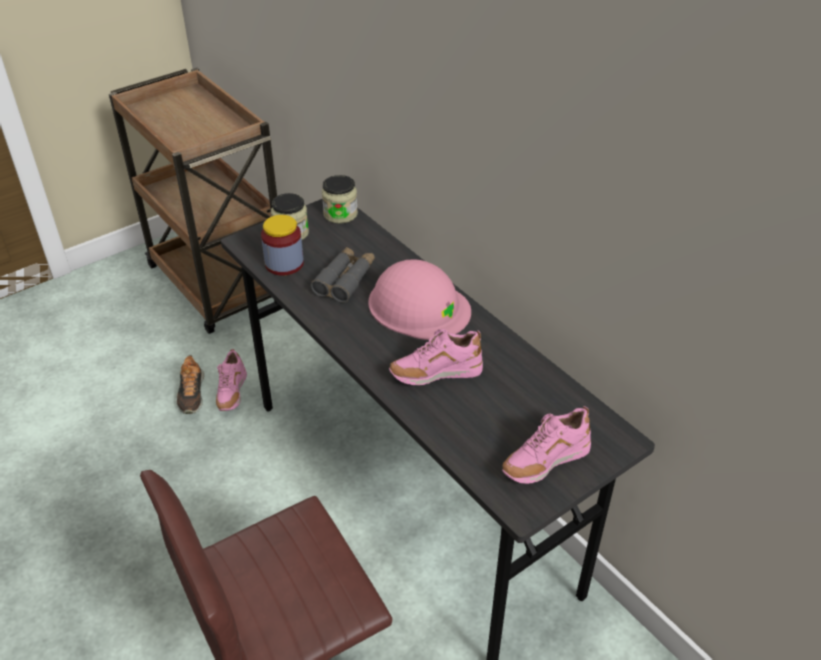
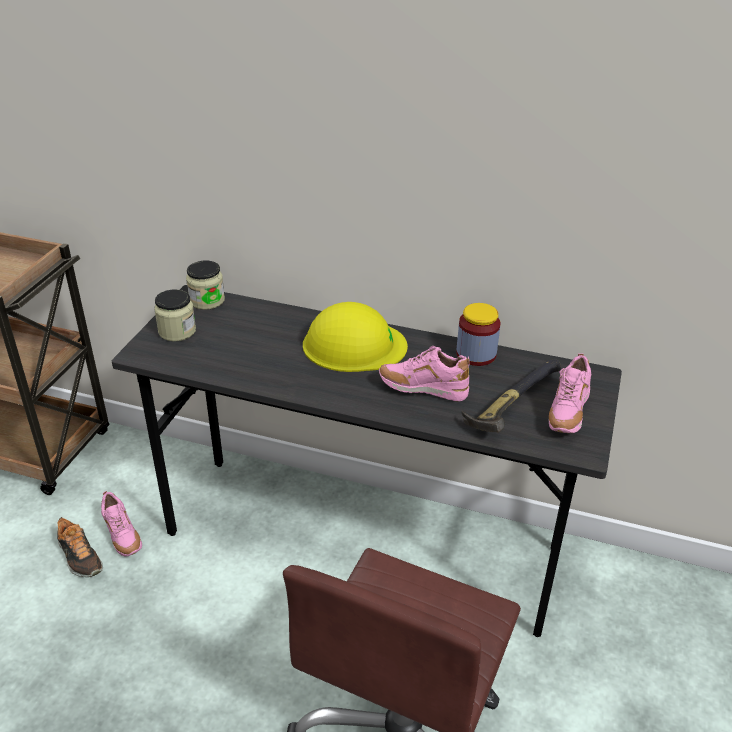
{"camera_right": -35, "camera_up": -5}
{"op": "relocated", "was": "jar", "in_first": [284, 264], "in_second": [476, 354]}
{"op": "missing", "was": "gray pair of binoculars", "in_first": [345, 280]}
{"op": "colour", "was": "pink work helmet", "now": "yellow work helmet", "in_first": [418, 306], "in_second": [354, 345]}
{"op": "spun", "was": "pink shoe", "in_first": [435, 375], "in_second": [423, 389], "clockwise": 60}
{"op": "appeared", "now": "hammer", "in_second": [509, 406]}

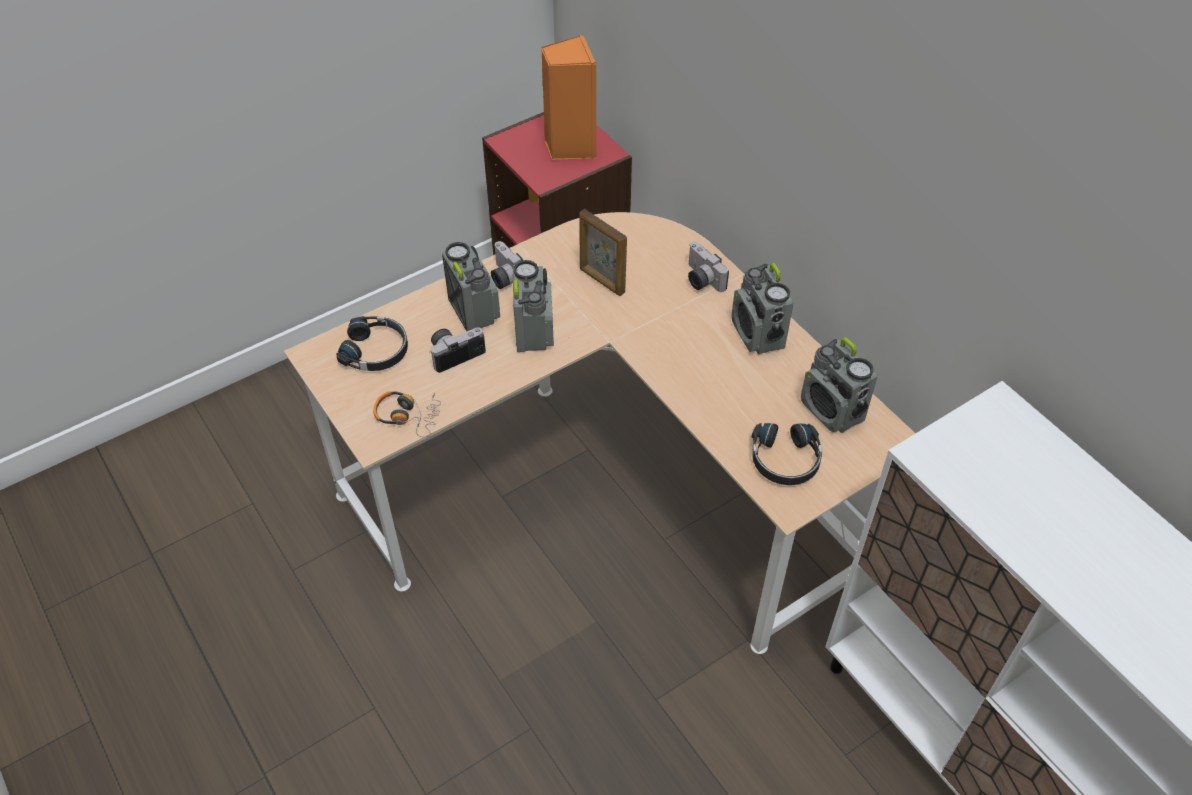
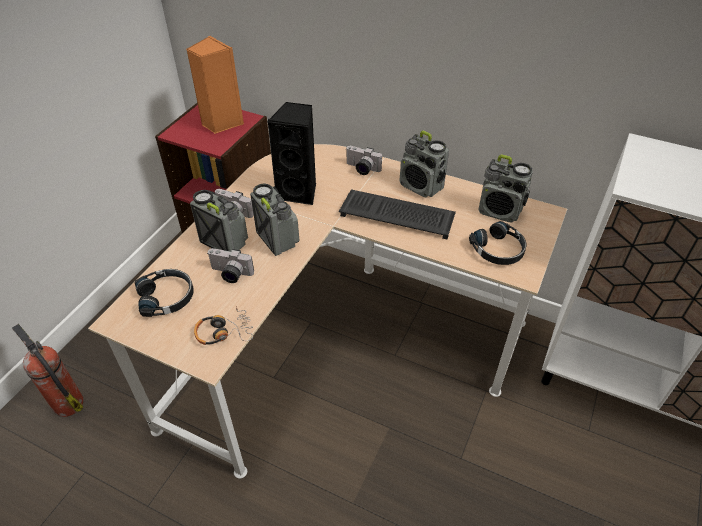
{"camera_right": -30, "camera_up": -5}
{"op": "spun", "was": "photo camera", "in_first": [455, 353], "in_second": [230, 274], "clockwise": -105}
{"op": "exchanged", "was": "standing frame", "now": "blackish loudspeaker", "in_first": [601, 281], "in_second": [299, 192]}
{"op": "appeared", "now": "fire-fighting cylinder", "in_second": [67, 403]}
{"op": "appeared", "now": "PC keyboard", "in_second": [398, 214]}

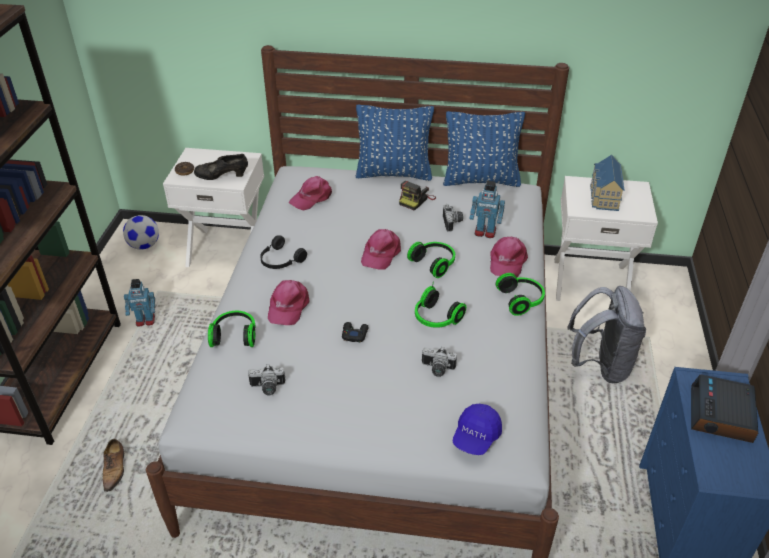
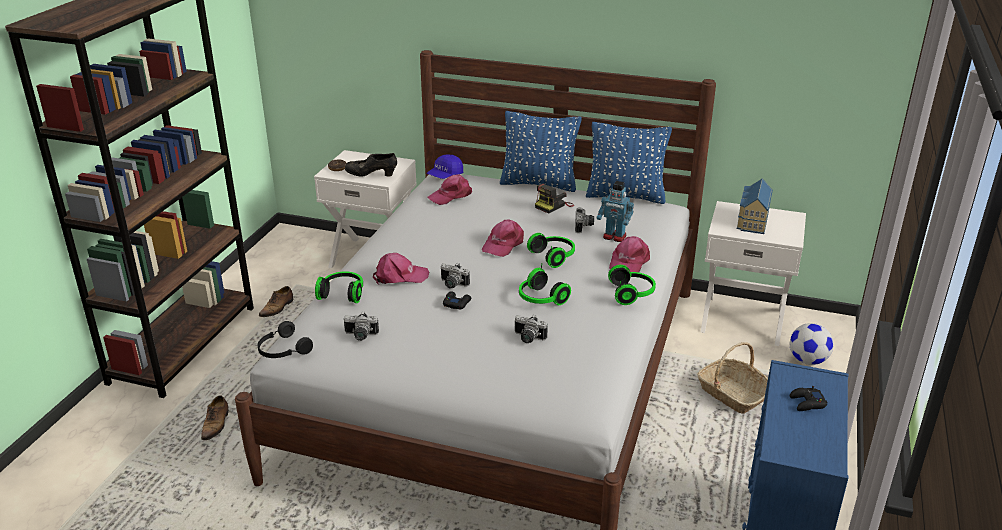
{"camera_right": 10, "camera_up": -10}
{"op": "relocated", "was": "football ball", "in_first": [144, 245], "in_second": [807, 360]}
{"op": "exchanged", "was": "toy robot", "now": "shoe", "in_first": [145, 321], "in_second": [277, 308]}
{"op": "relocated", "was": "blackish headset", "in_first": [280, 260], "in_second": [282, 350]}
{"op": "spun", "was": "pink peaked cap", "in_first": [288, 306], "in_second": [400, 276], "clockwise": -120}
{"op": "relocated", "was": "blue peaked cap", "in_first": [476, 437], "in_second": [445, 176]}
{"op": "exchanged", "was": "gray backpack", "now": "basket", "in_first": [600, 365], "in_second": [732, 394]}
{"op": "exchanged", "was": "bedside clock", "now": "blackish gamepad", "in_first": [722, 415], "in_second": [807, 403]}
{"op": "appeared", "now": "photo camera", "in_second": [452, 284]}

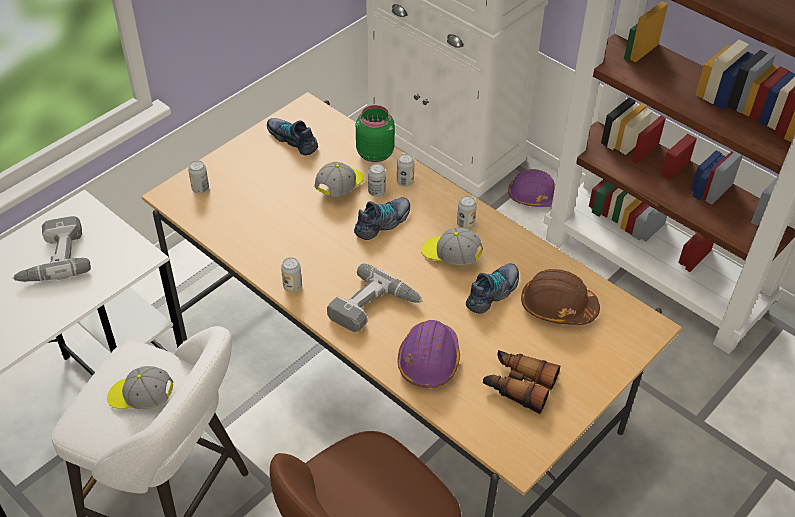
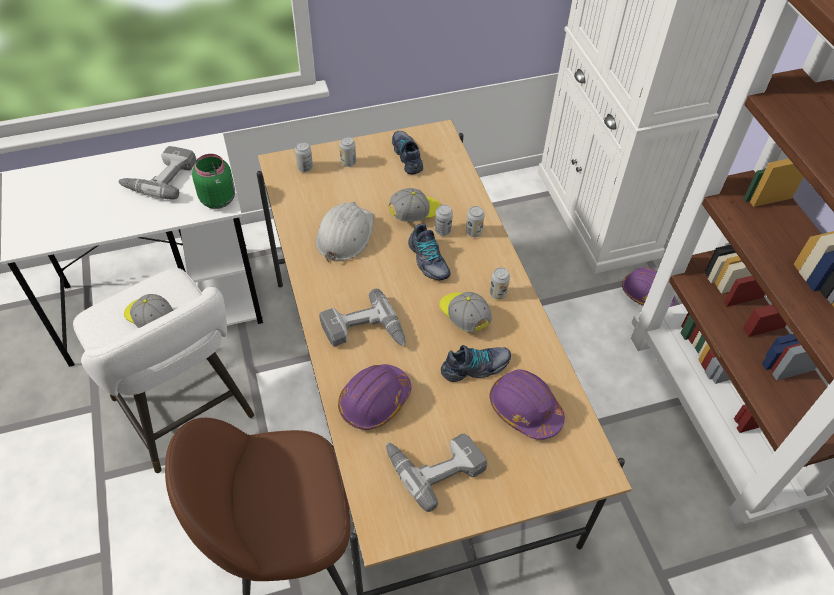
{"camera_right": 30, "camera_up": 5}
{"op": "relocated", "was": "metal can", "in_first": [292, 286], "in_second": [348, 162]}
{"op": "spun", "was": "shoe", "in_first": [383, 223], "in_second": [428, 260], "clockwise": 75}
{"op": "relocated", "was": "greenish jar", "in_first": [374, 153], "in_second": [218, 198]}
{"op": "exchanged", "was": "pair of binoculars", "now": "drill", "in_first": [518, 385], "in_second": [434, 464]}
{"op": "colour", "was": "brown-coloured work helmet", "now": "purple work helmet", "in_first": [557, 307], "in_second": [524, 409]}
{"op": "appeared", "now": "white-coloured work helmet", "in_second": [344, 235]}

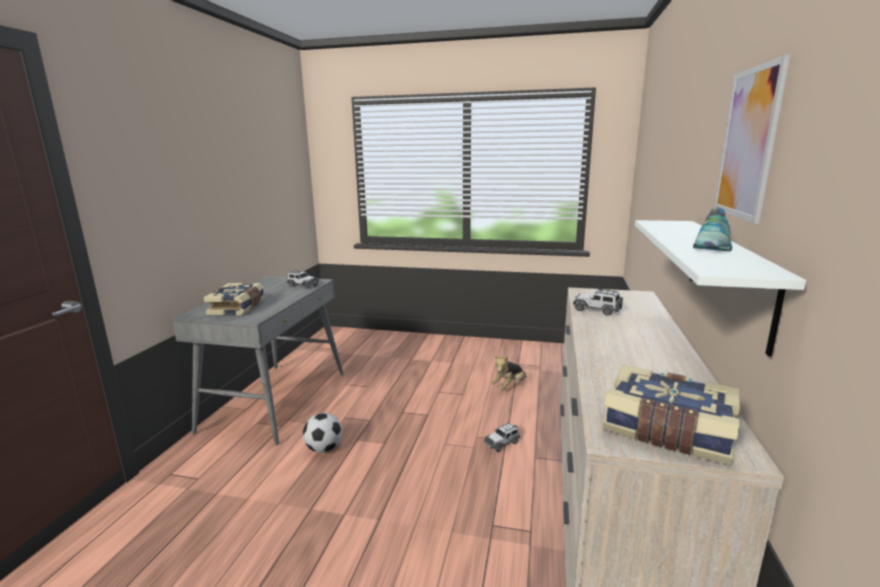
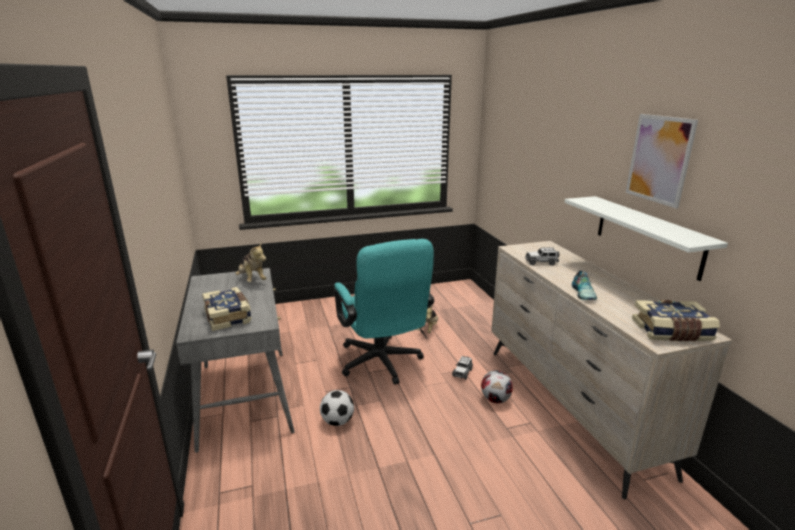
{"camera_right": -30, "camera_up": 5}
{"op": "exchanged", "was": "toy car", "now": "plush toy", "in_first": [302, 285], "in_second": [251, 280]}
{"op": "relocated", "was": "shoe", "in_first": [714, 246], "in_second": [584, 293]}
{"op": "appeared", "now": "turquoise-coloured computer chair", "in_second": [382, 364]}
{"op": "appeared", "now": "football ball", "in_second": [496, 399]}

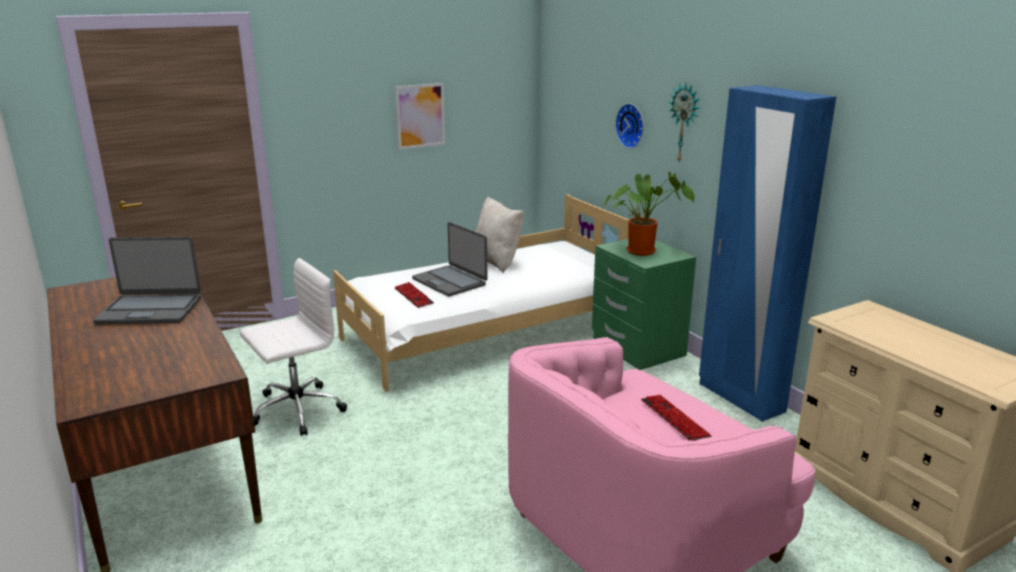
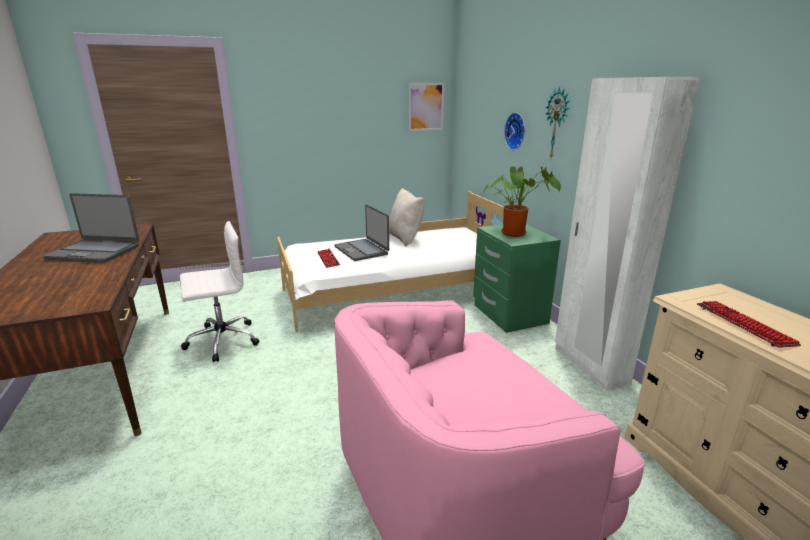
{"camera_right": 10, "camera_up": 0}
{"op": "relocated", "was": "wall art", "in_first": [420, 116], "in_second": [426, 107]}
{"op": "relocated", "was": "PC keyboard", "in_first": [674, 419], "in_second": [743, 325]}
{"op": "colour", "was": "blue armoire", "now": "white-coloured armoire", "in_first": [740, 398], "in_second": [590, 365]}

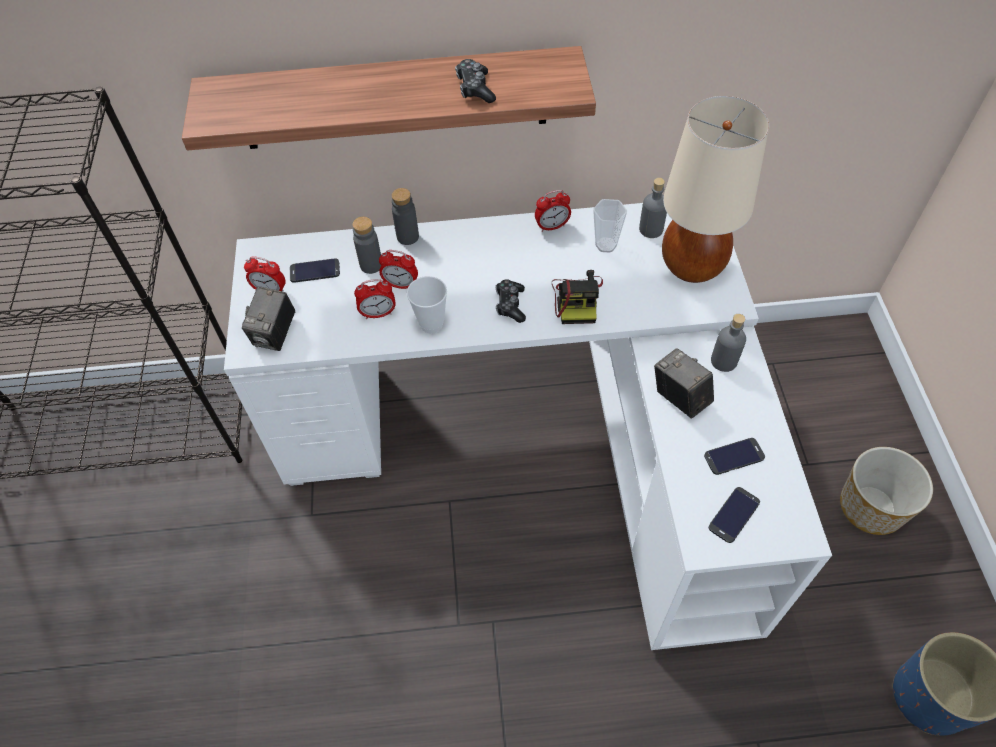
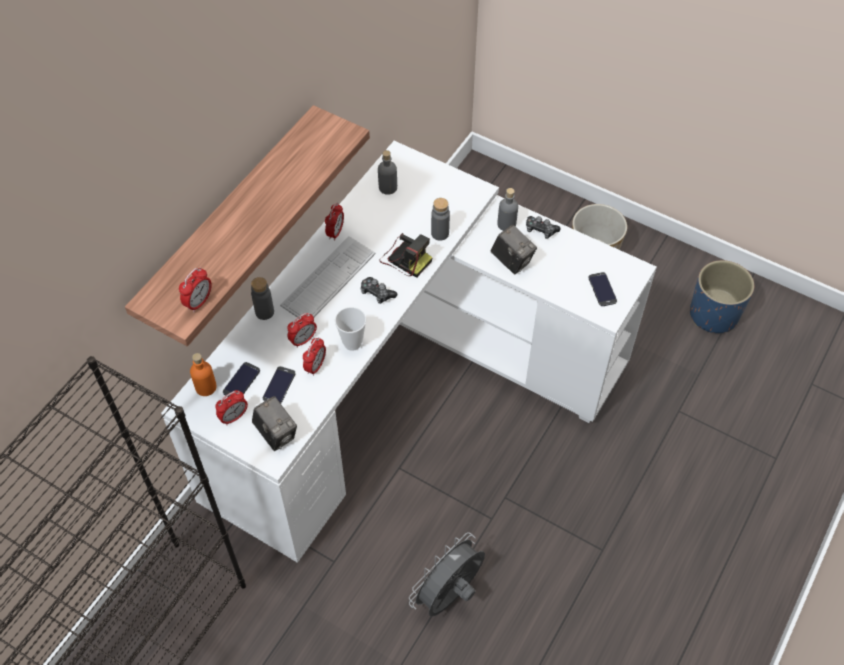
{"camera_right": -55, "camera_up": 0}
{"op": "relocated", "was": "gray beverage bottle", "in_first": [371, 265], "in_second": [440, 233]}
{"op": "relocated", "was": "gamepad", "in_first": [475, 88], "in_second": [540, 230]}
{"op": "missing", "was": "drinking cup", "in_first": [606, 245]}
{"op": "spun", "was": "photo camera", "in_first": [680, 398], "in_second": [512, 261], "clockwise": -135}
{"op": "missing", "was": "sand-coloured tabletop lamp", "in_first": [692, 266]}
{"op": "relocated", "was": "handset", "in_first": [734, 456], "in_second": [279, 386]}
{"op": "appeared", "now": "bedside clock", "in_second": [199, 302]}
{"op": "appeared", "now": "orange beverage bottle", "in_second": [206, 387]}
{"op": "appeared", "now": "PC keyboard", "in_second": [328, 280]}
{"op": "appeared", "now": "gray cooling fan", "in_second": [449, 595]}

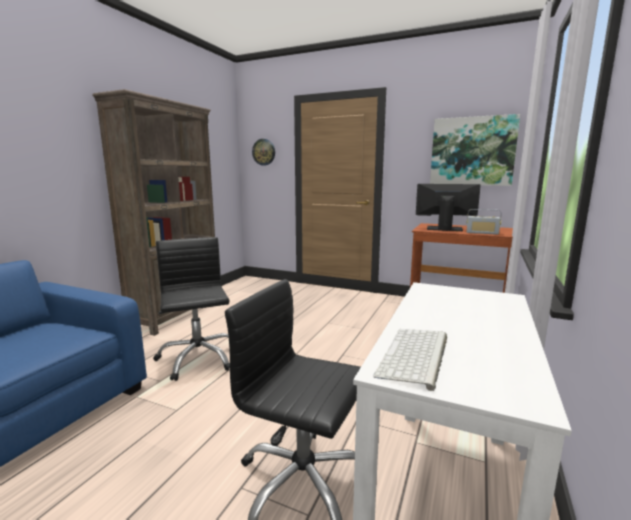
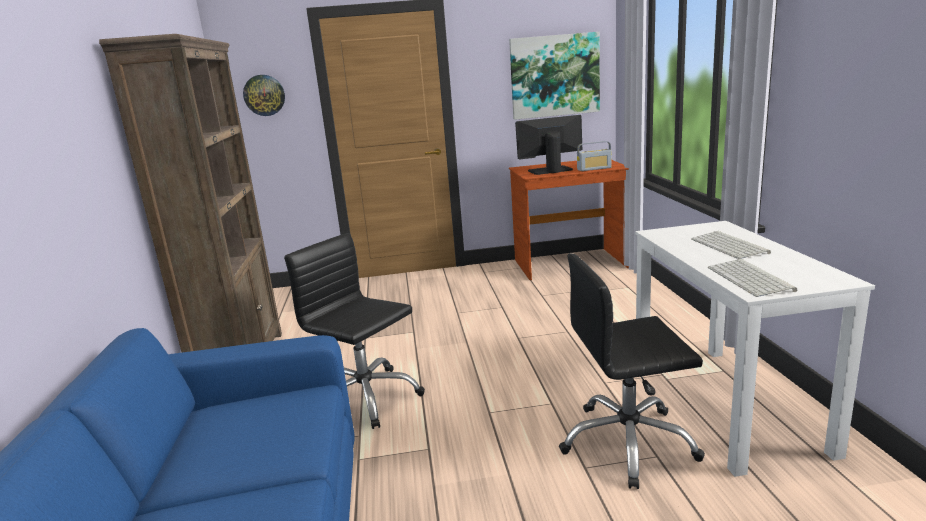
{"camera_right": -30, "camera_up": 5}
{"op": "appeared", "now": "PC keyboard", "in_second": [730, 246]}

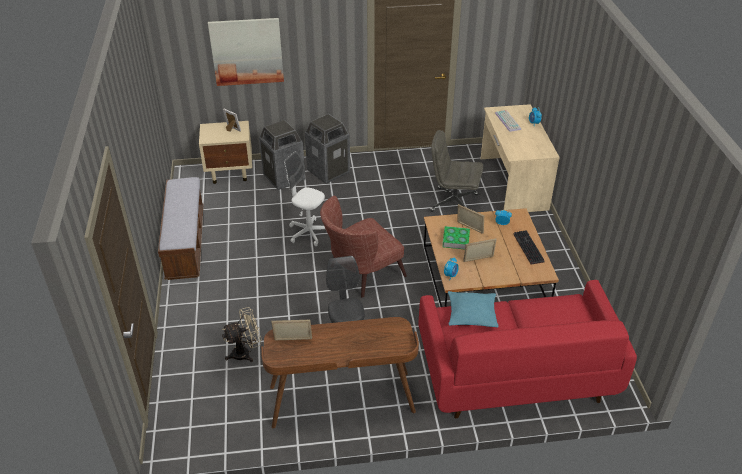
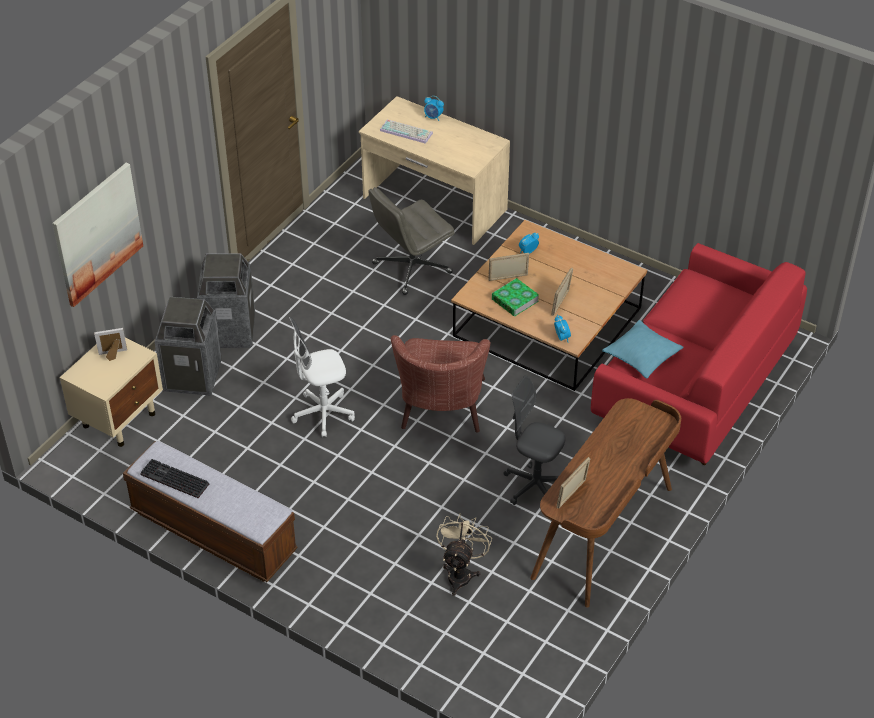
{"camera_right": -50, "camera_up": 5}
{"op": "relocated", "was": "PC keyboard", "in_first": [527, 247], "in_second": [173, 480]}

